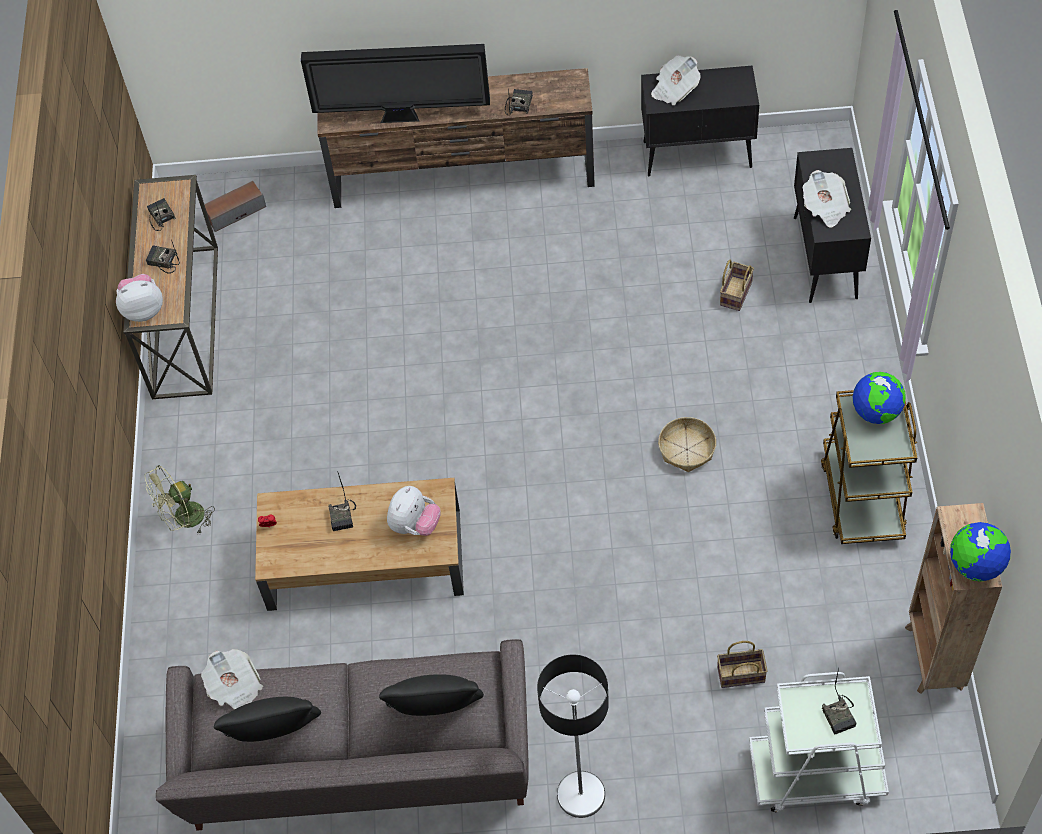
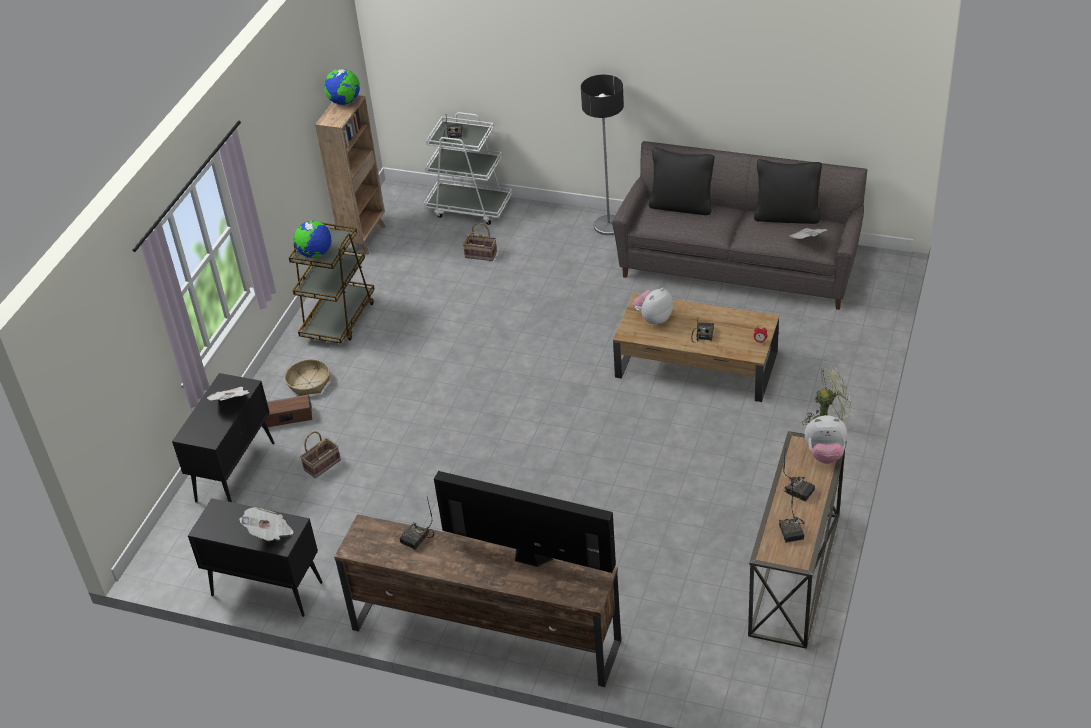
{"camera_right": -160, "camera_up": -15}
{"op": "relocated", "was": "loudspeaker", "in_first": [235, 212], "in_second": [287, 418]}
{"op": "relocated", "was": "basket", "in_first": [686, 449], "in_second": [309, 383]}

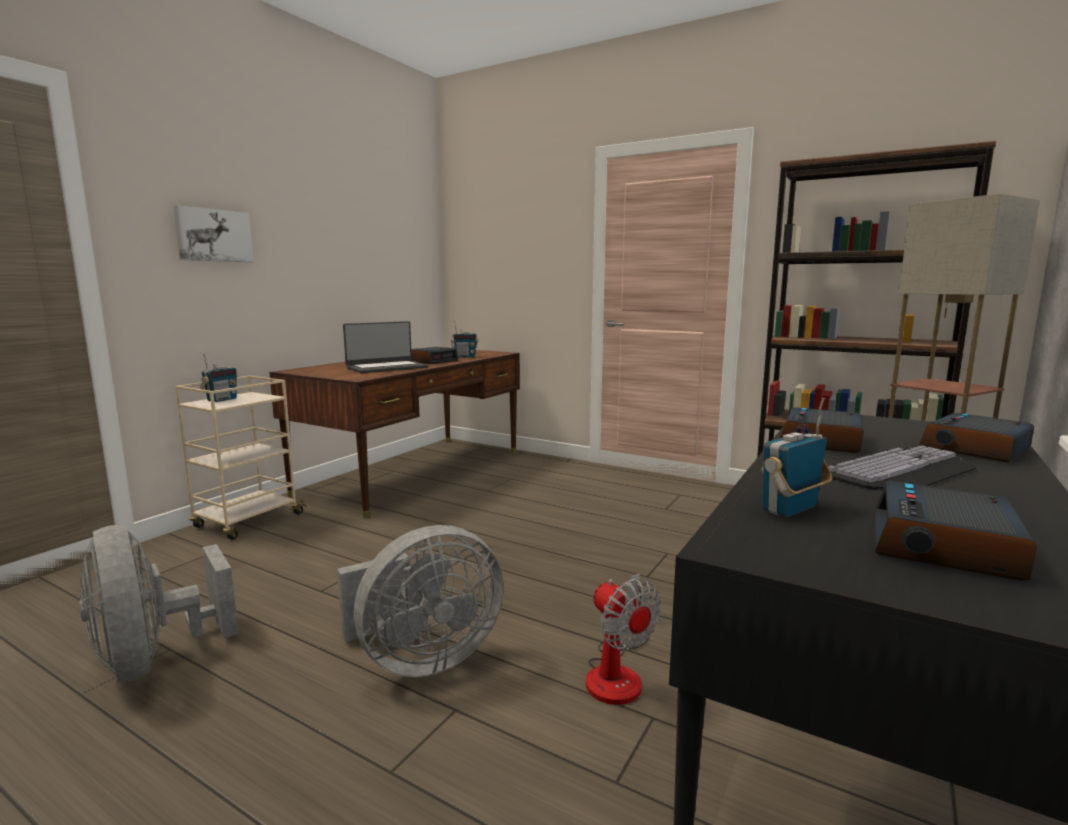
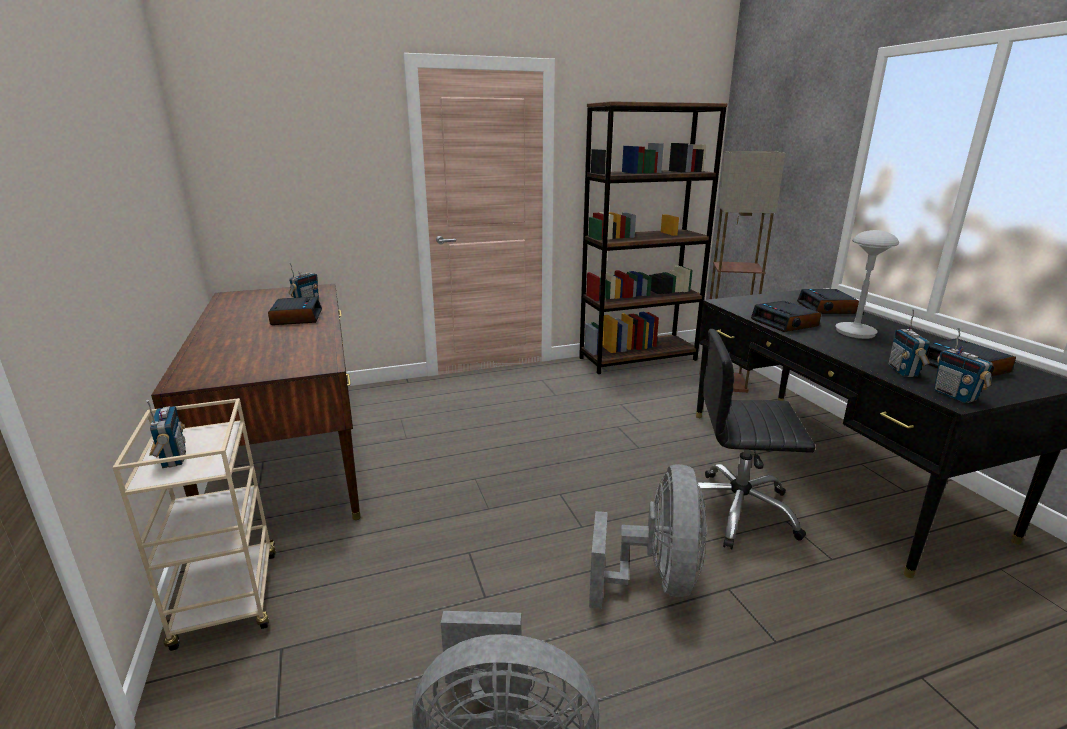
{"camera_right": -50, "camera_up": 10}
{"op": "missing", "was": "wall art", "in_first": [213, 235]}
{"op": "missing", "was": "notebook computer", "in_first": [386, 367]}
{"op": "exchanged", "was": "cooling fan", "now": "blackish computer chair", "in_first": [618, 672], "in_second": [736, 511]}
{"op": "exchanged", "was": "PC keyboard", "now": "gray tabletop lamp", "in_first": [905, 471], "in_second": [855, 332]}
{"op": "appeared", "now": "radio", "in_second": [955, 396]}

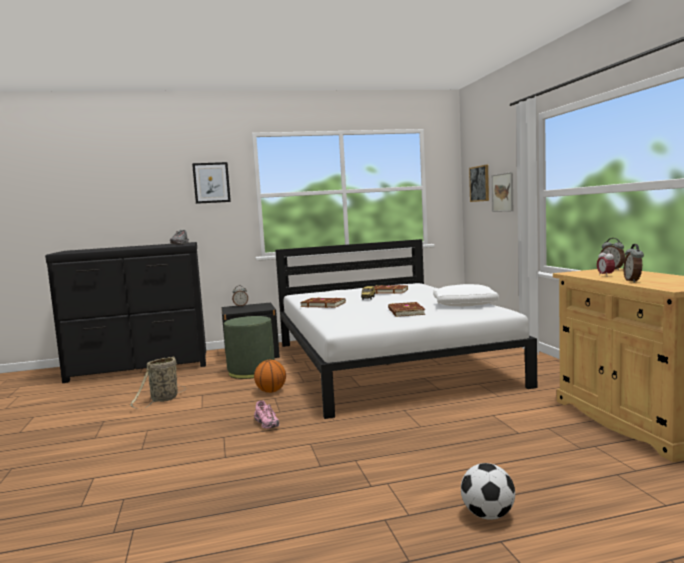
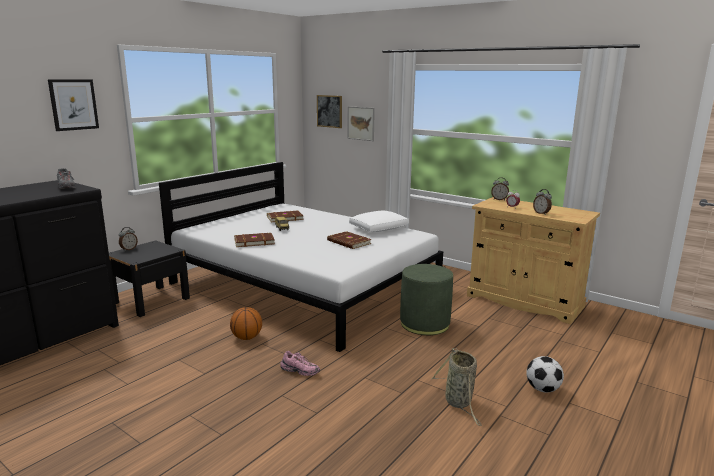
{"camera_right": -40, "camera_up": 10}
{"op": "relocated", "was": "basket", "in_first": [163, 400], "in_second": [459, 403]}
{"op": "relocated", "was": "greenish ottoman", "in_first": [251, 371], "in_second": [424, 324]}

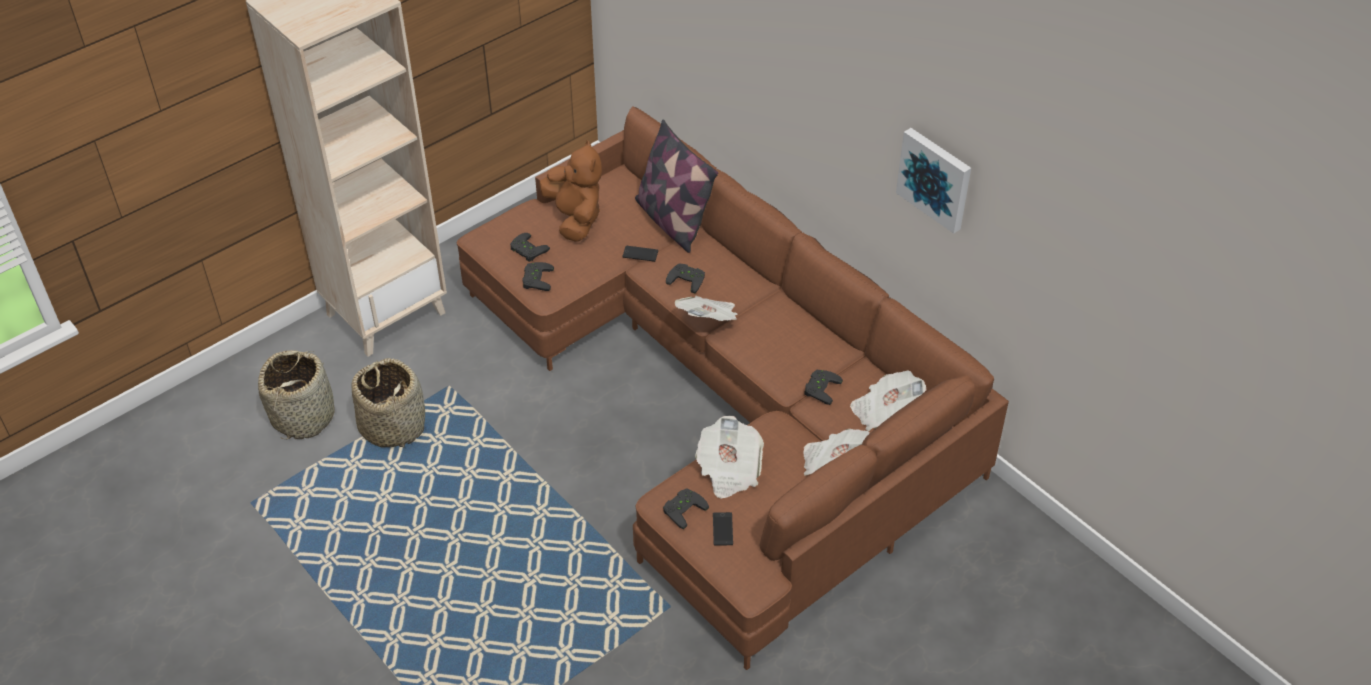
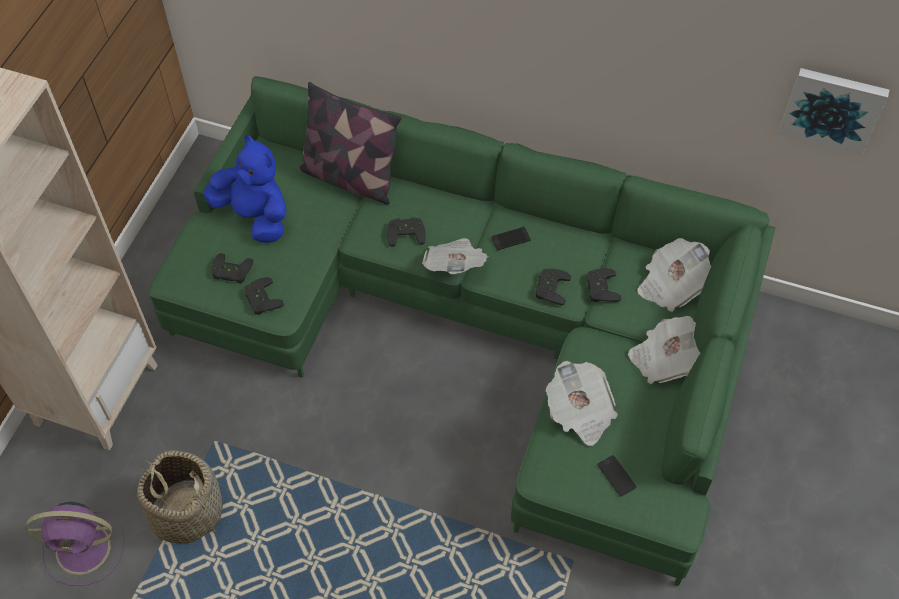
{"camera_right": -30, "camera_up": 10}
{"op": "exchanged", "was": "basket", "now": "purple cooling fan", "in_first": [303, 416], "in_second": [86, 548]}
{"op": "colour", "was": "brown-coloured sofa", "now": "greenish sofa", "in_first": [724, 396], "in_second": [479, 325]}
{"op": "colour", "was": "brown-coloured plush toy", "now": "blue plush toy", "in_first": [575, 218], "in_second": [255, 216]}
{"op": "relocated", "was": "handset", "in_first": [640, 254], "in_second": [510, 239]}
{"op": "relocated", "was": "blackish gamepad", "in_first": [682, 508], "in_second": [549, 287]}
{"op": "relocated", "was": "wall art", "in_first": [935, 178], "in_second": [832, 108]}

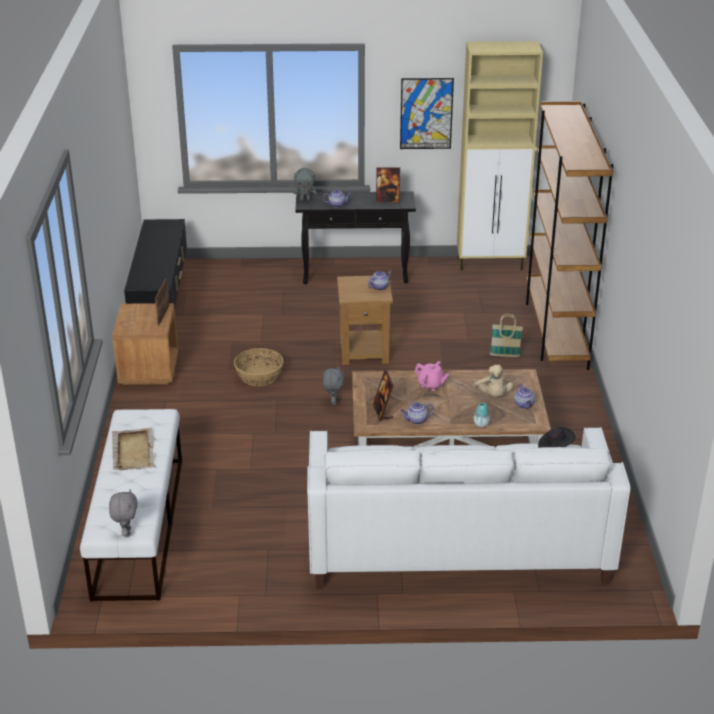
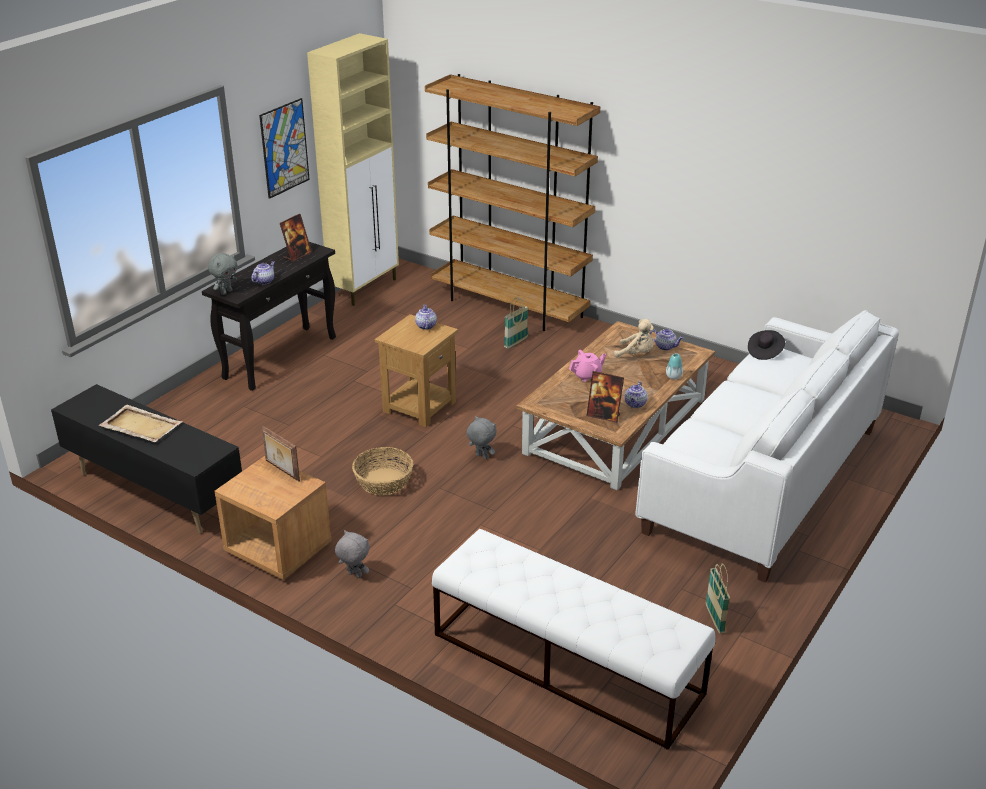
{"camera_right": -55, "camera_up": 0}
{"op": "relocated", "was": "gray plush toy", "in_first": [126, 532], "in_second": [354, 575]}
{"op": "relocated", "was": "sand-coloured serving tray", "in_first": [133, 451], "in_second": [140, 426]}
{"op": "appeared", "now": "basket", "in_second": [714, 619]}

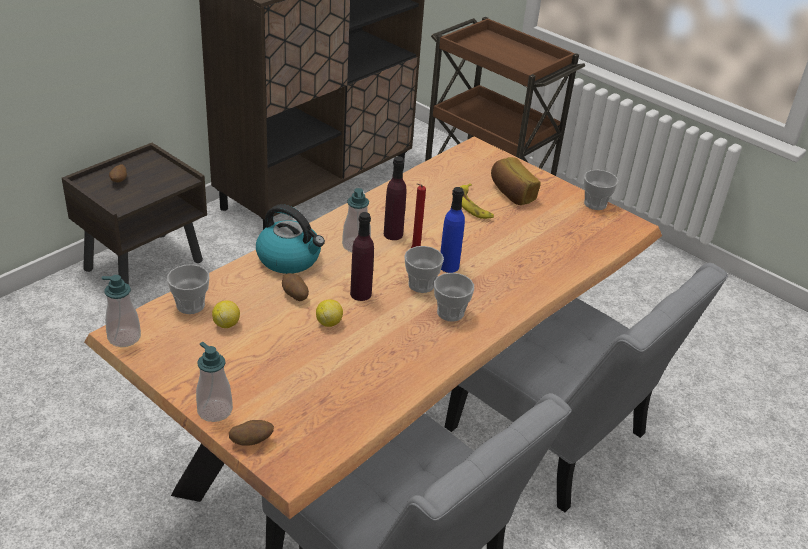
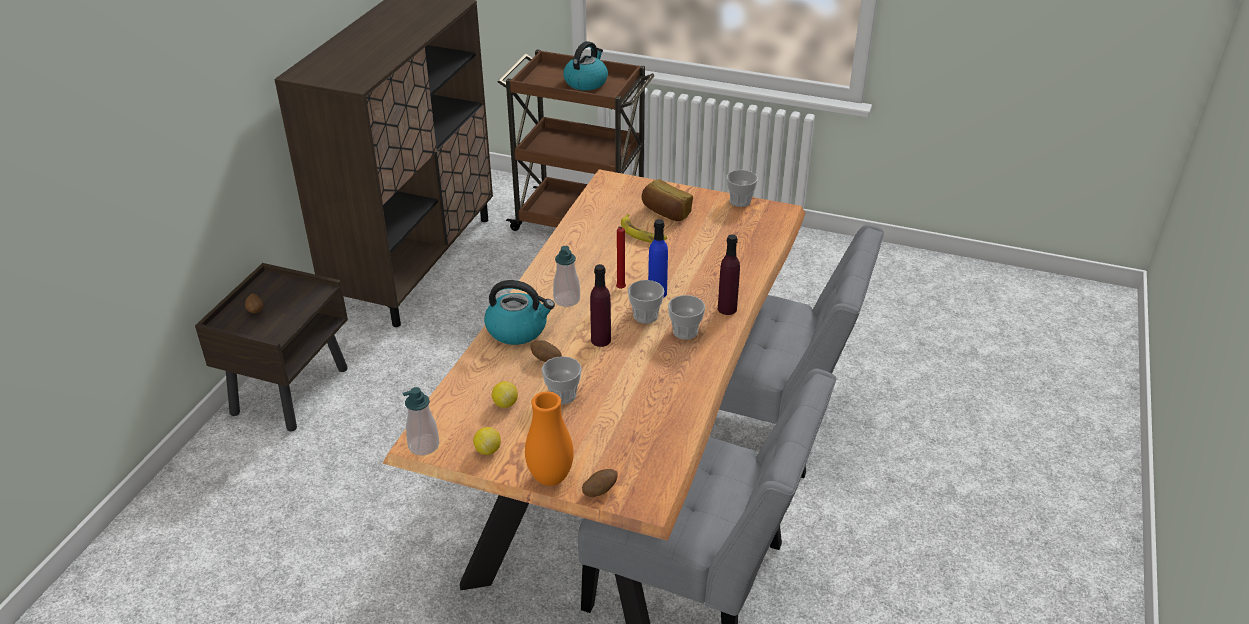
{"camera_right": -20, "camera_up": 0}
{"op": "relocated", "was": "drinking cup", "in_first": [190, 305], "in_second": [562, 395]}
{"op": "exchanged", "was": "liquid soap bottle", "now": "orange flower vase", "in_first": [215, 410], "in_second": [550, 478]}
{"op": "relocated", "was": "citrus fruit", "in_first": [329, 322], "in_second": [488, 450]}
{"op": "relocated", "was": "purple beverage bottle", "in_first": [393, 234], "in_second": [727, 309]}
{"op": "appeared", "now": "kettle", "in_second": [586, 82]}

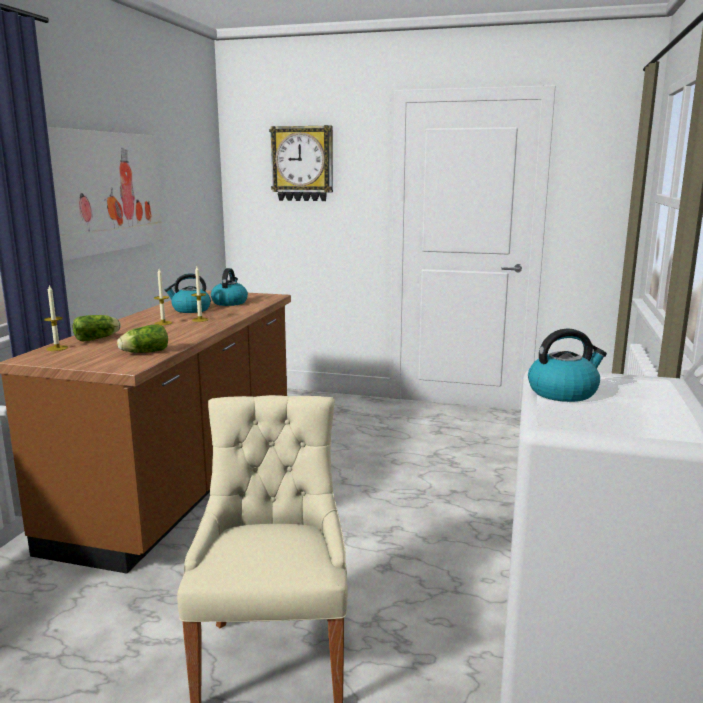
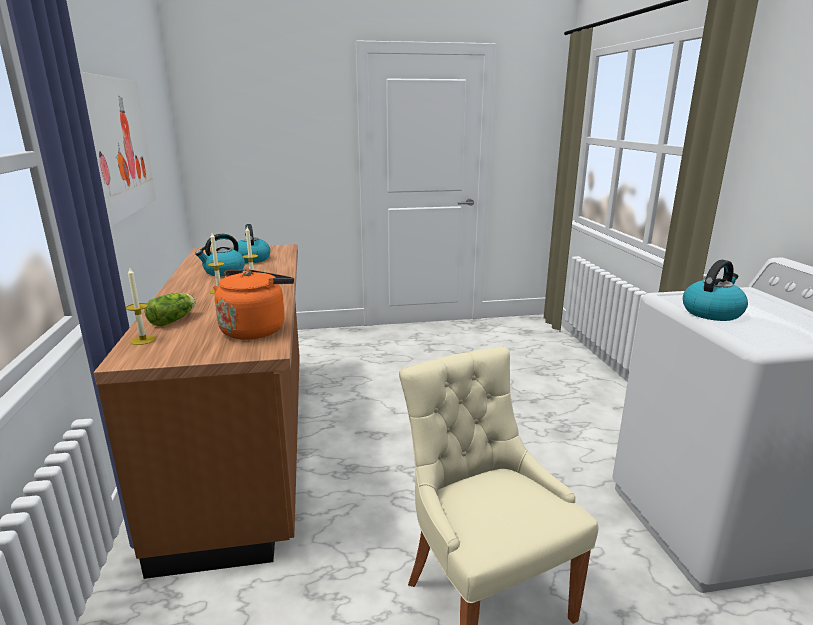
{"camera_right": -25, "camera_up": 5}
{"op": "exchanged", "was": "lettuce head", "now": "orange kettle", "in_first": [143, 352], "in_second": [255, 329]}
{"op": "missing", "was": "hanging clock", "in_first": [302, 164]}

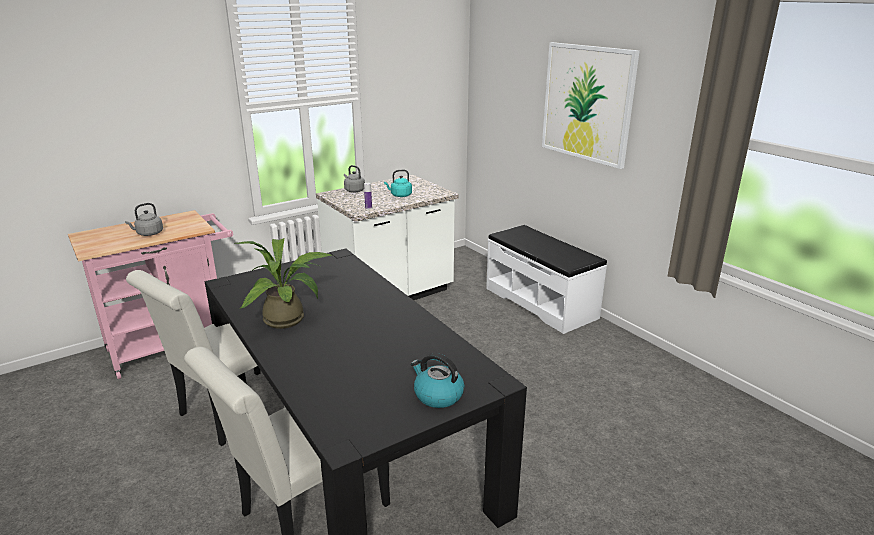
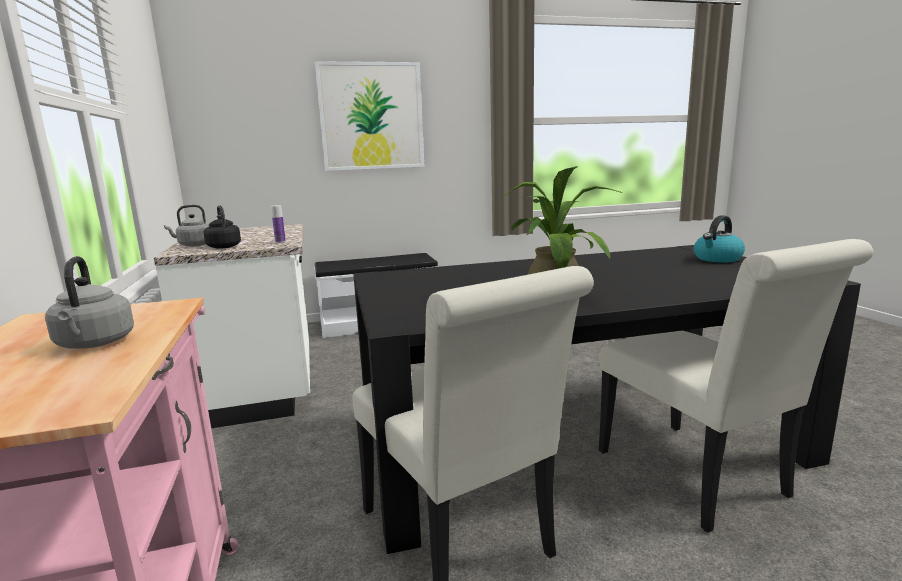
{"camera_right": -70, "camera_up": -10}
{"op": "missing", "was": "turquoise-coloured kettle", "in_first": [400, 195]}
{"op": "appeared", "now": "blackish kettle", "in_second": [223, 246]}

